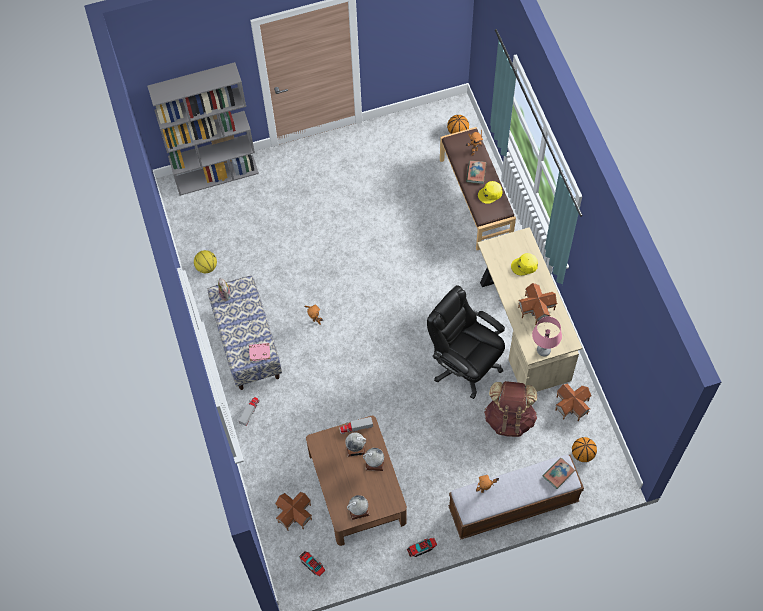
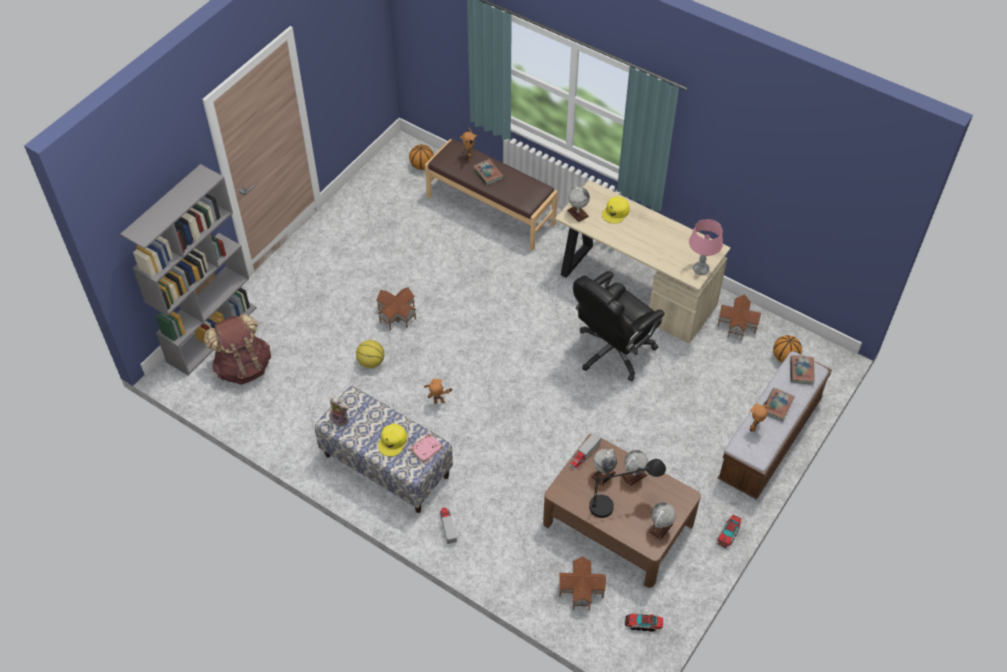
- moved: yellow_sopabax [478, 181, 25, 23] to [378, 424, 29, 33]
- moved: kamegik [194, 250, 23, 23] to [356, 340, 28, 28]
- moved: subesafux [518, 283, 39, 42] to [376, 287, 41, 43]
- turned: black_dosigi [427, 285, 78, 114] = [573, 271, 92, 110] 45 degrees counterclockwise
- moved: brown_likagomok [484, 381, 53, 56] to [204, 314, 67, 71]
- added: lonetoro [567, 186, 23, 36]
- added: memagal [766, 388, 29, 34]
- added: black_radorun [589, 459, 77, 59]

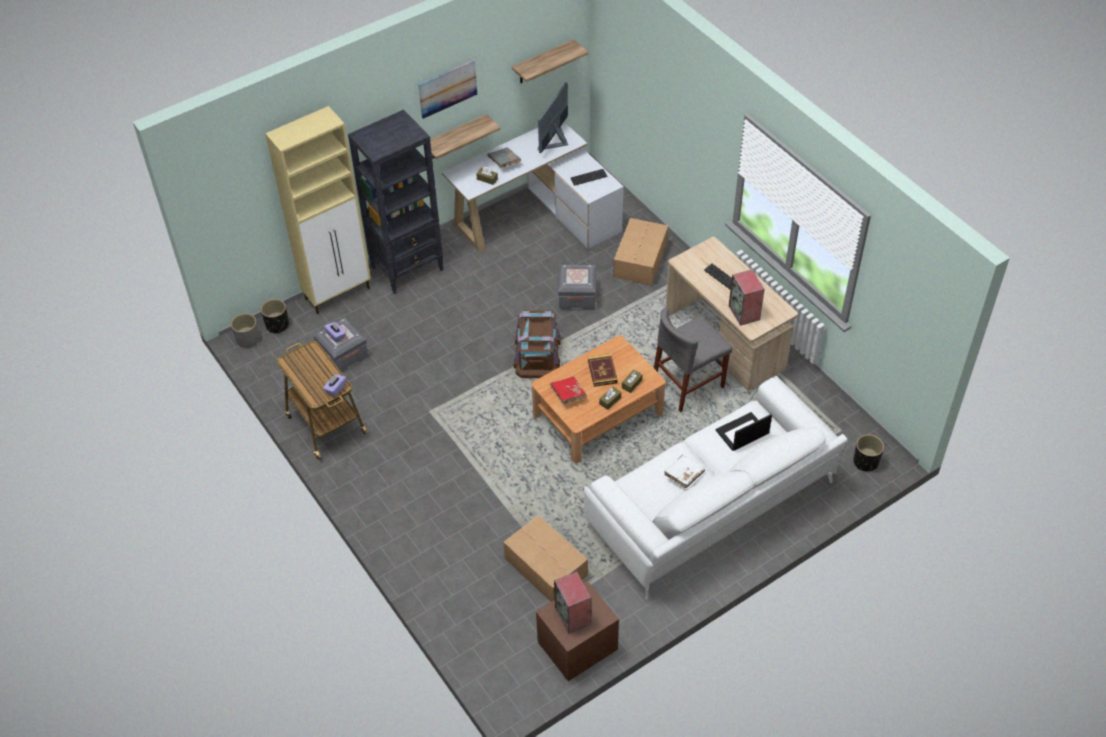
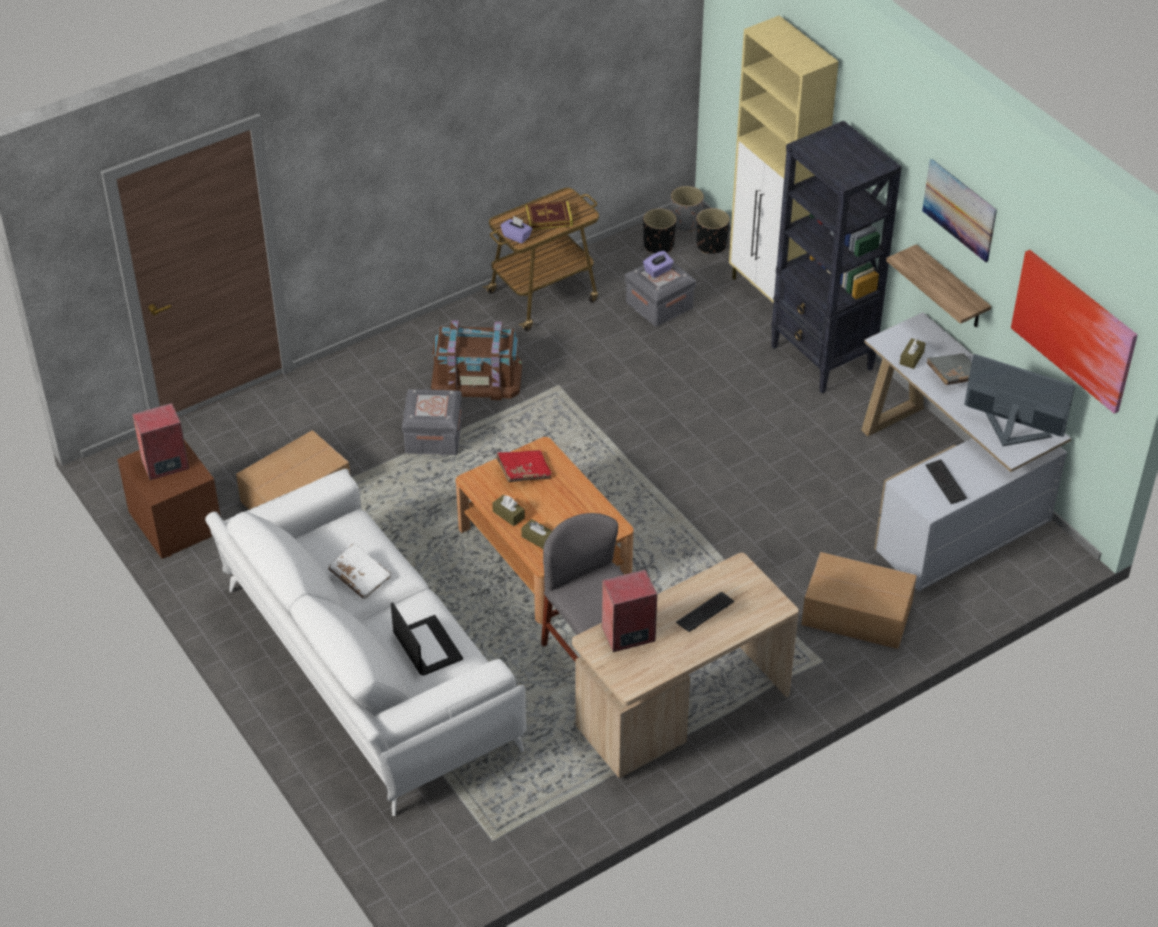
- replaced: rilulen [512, 39, 76, 44] to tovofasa [1011, 250, 126, 164]
- moved: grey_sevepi [558, 265, 38, 44] to [402, 389, 60, 66]
- moved: brown_sevepi [514, 310, 47, 68] to [431, 320, 91, 80]
- moved: memagal [588, 354, 30, 33] to [525, 201, 48, 29]
- moved: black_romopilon [853, 434, 31, 37] to [643, 208, 33, 45]

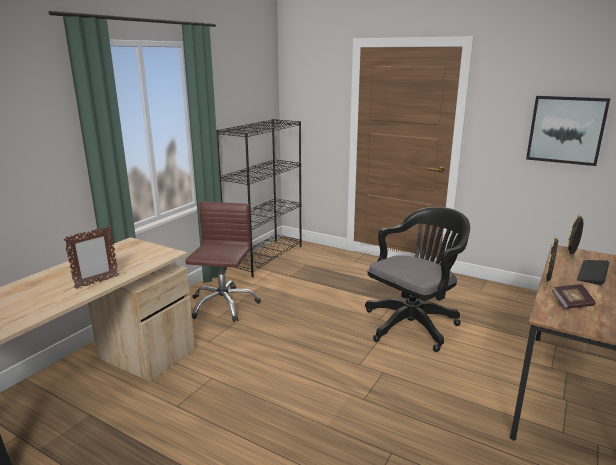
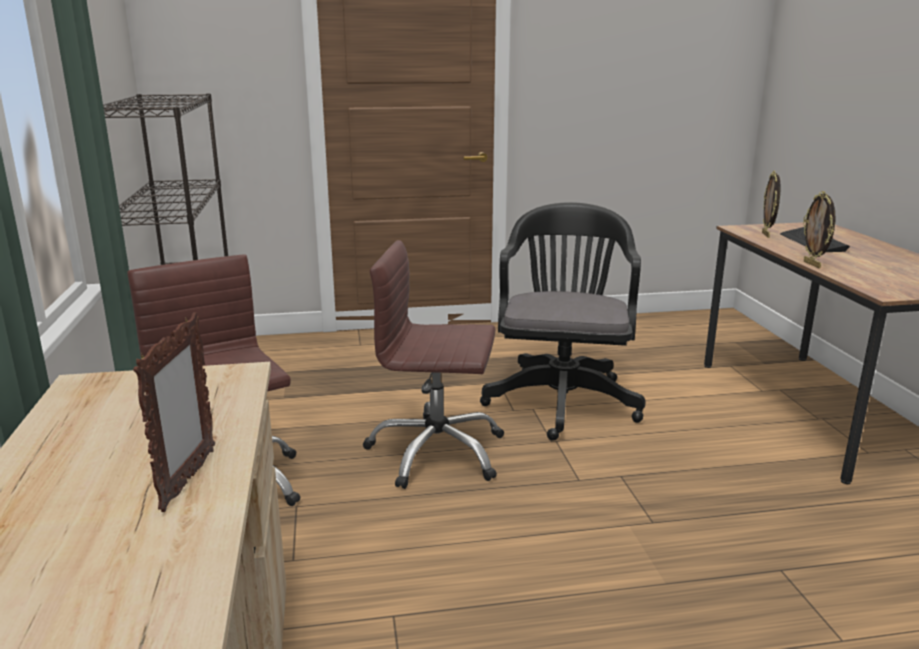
- removed: tovofasa [526, 96, 84, 70]
- removed: memagal [552, 284, 44, 25]
- added: brown_dosigi [363, 240, 141, 249]

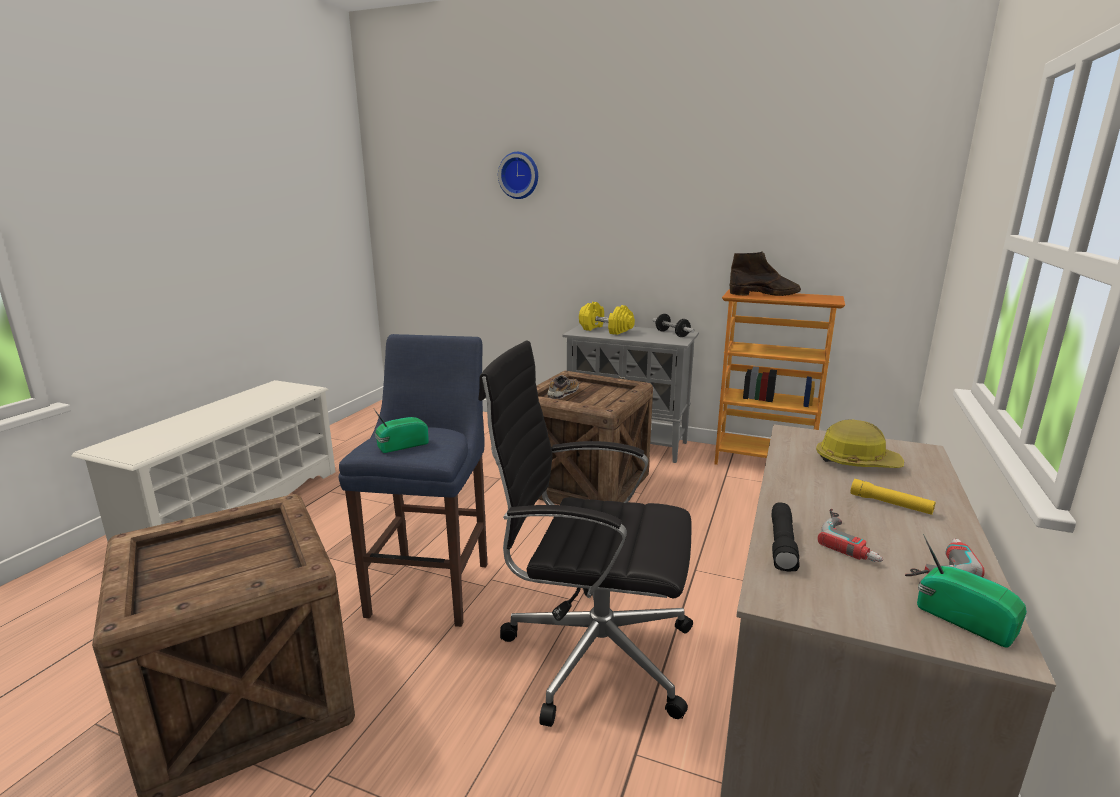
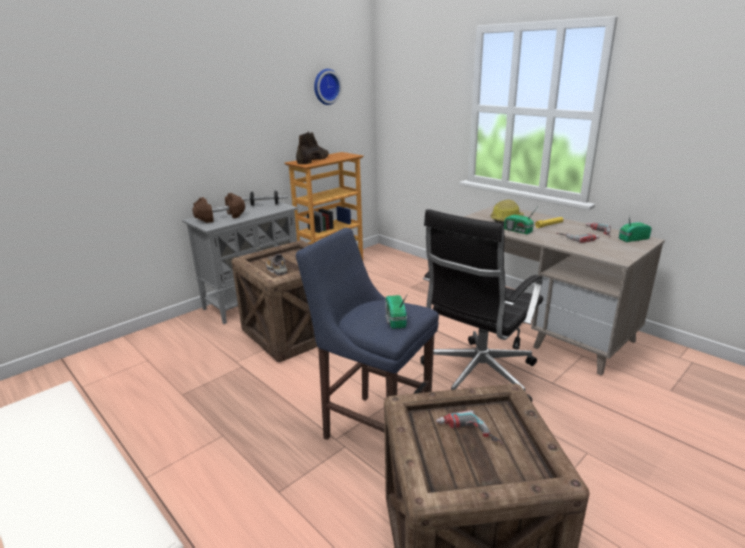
- moved: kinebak [498, 152, 40, 47] to [314, 69, 28, 36]
- recoloured: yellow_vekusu [579, 302, 56, 33] to brown_vekusu [192, 193, 53, 30]
- removed: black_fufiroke [772, 503, 28, 69]
- added: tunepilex [504, 208, 33, 26]
- added: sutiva [436, 410, 67, 35]

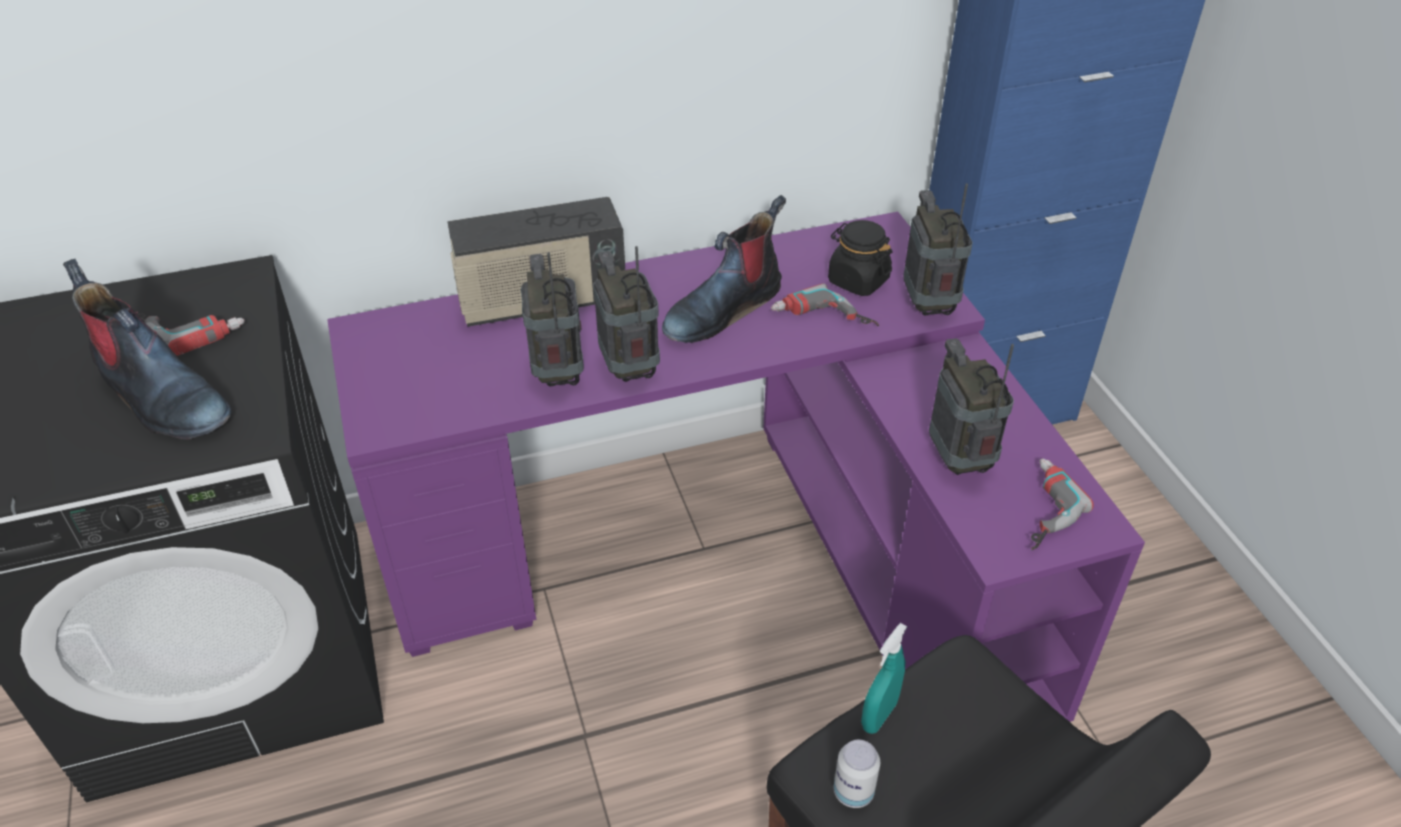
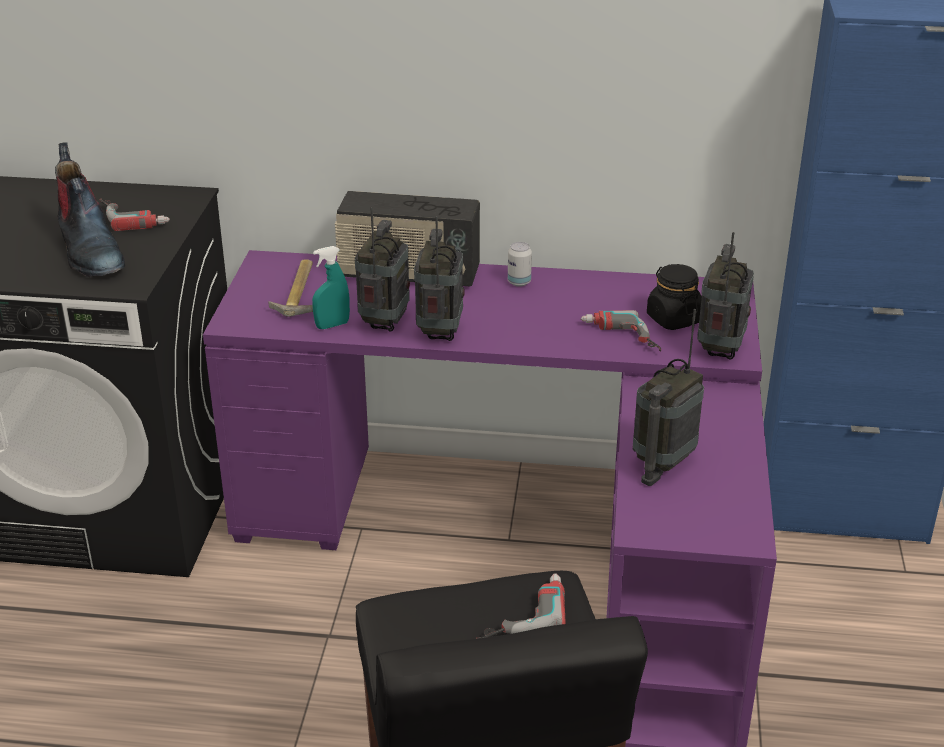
- removed: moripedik [662, 195, 124, 148]
- turned: tunepilex [929, 338, 85, 137] = [633, 309, 71, 177] 150 degrees counterclockwise
- moved: sutiva [1031, 459, 62, 91] to [476, 573, 90, 66]
- moved: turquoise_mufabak [861, 623, 46, 111] to [312, 246, 38, 83]
- moved: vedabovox [834, 740, 46, 68] to [508, 242, 24, 45]
- added: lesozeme [269, 259, 44, 58]

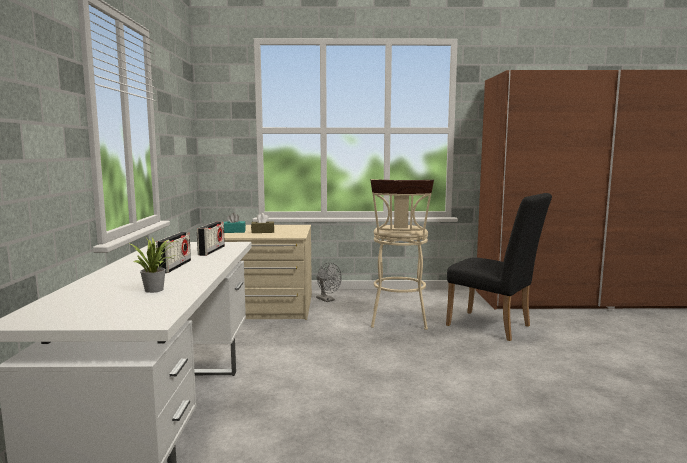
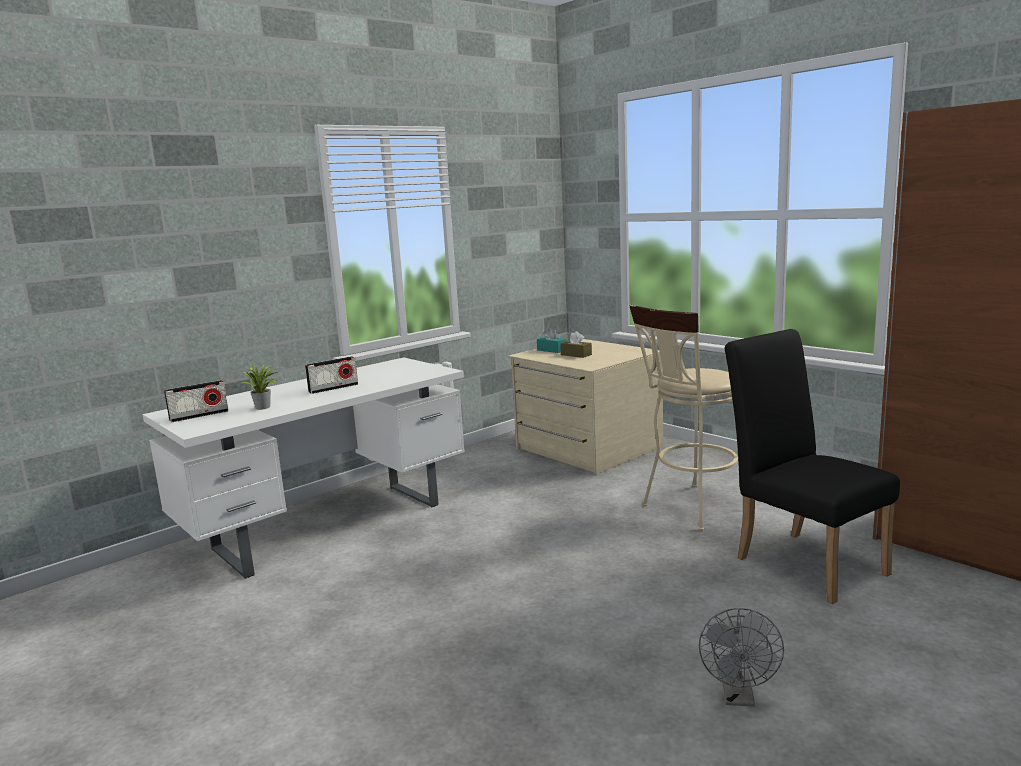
- turned: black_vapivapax [446, 193, 106, 148] = [724, 329, 176, 275] 150 degrees clockwise
- moved: tunepilex [197, 221, 28, 35] to [164, 380, 64, 42]
- moved: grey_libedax [316, 263, 26, 39] to [699, 608, 85, 99]

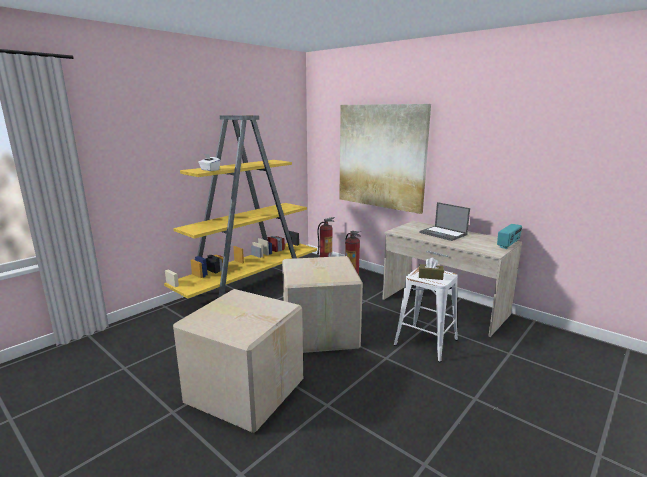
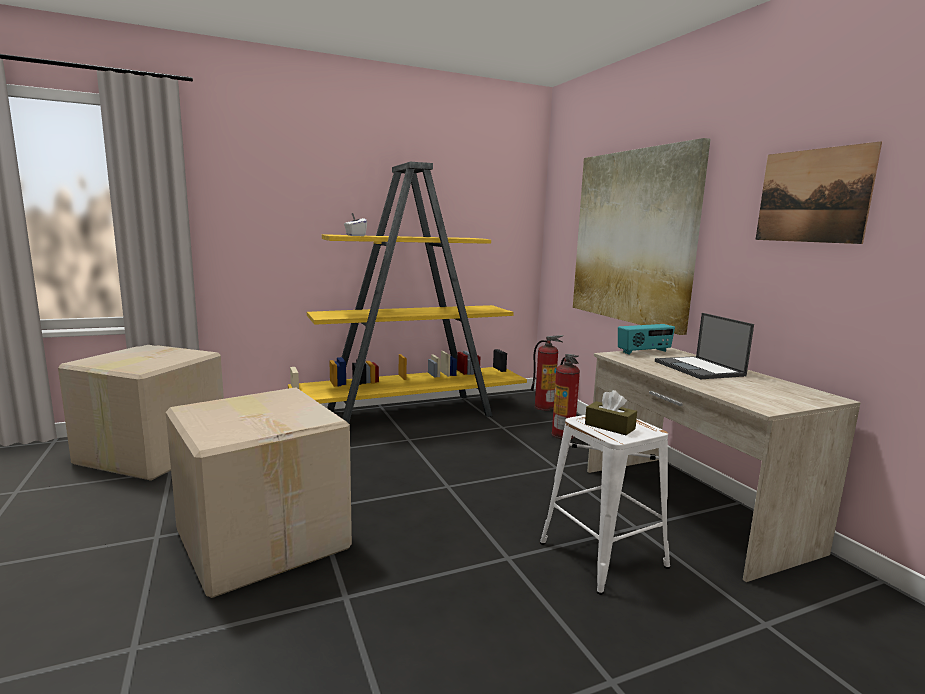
- moved: tunepilex [497, 224, 25, 25] to [618, 324, 57, 31]
- moved: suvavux [282, 256, 81, 97] to [58, 345, 166, 136]
- added: tovofasa [756, 141, 126, 103]

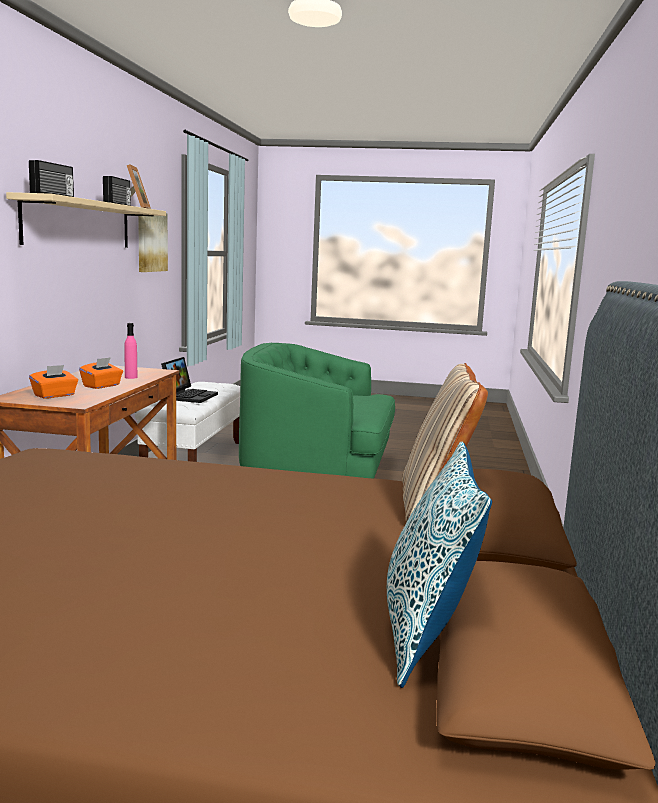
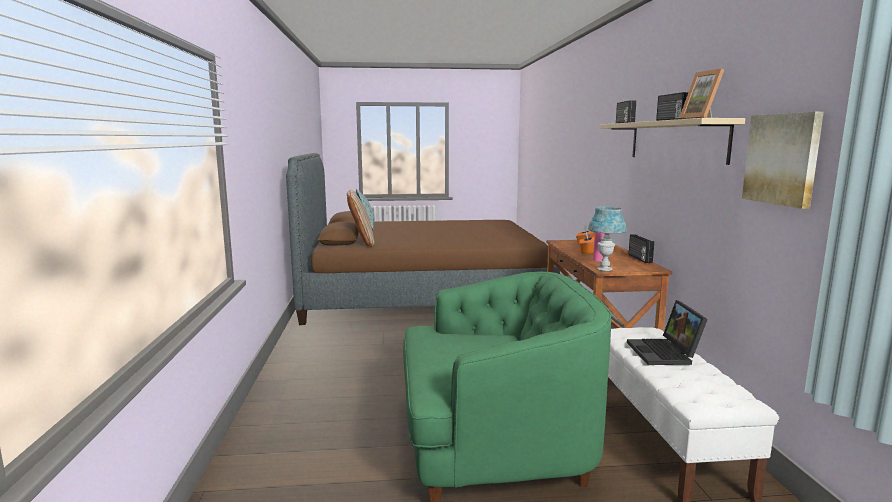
- added: blue_radorun [588, 207, 39, 64]
- added: tunepilex [629, 234, 25, 29]

